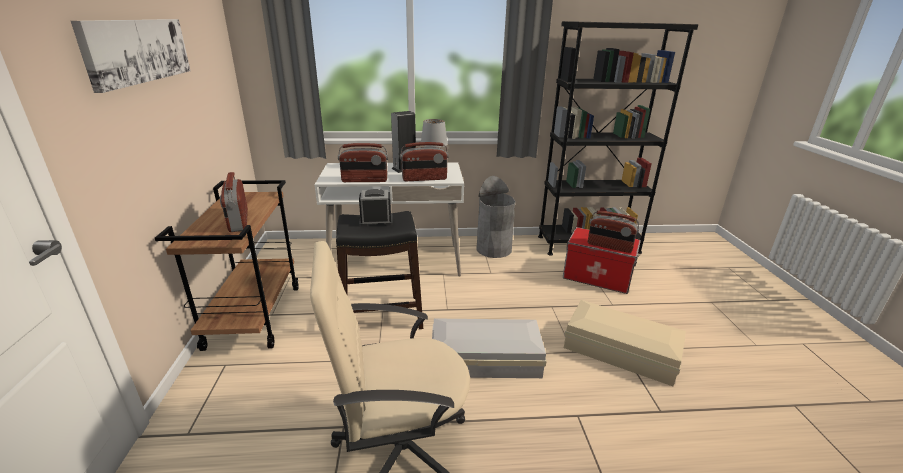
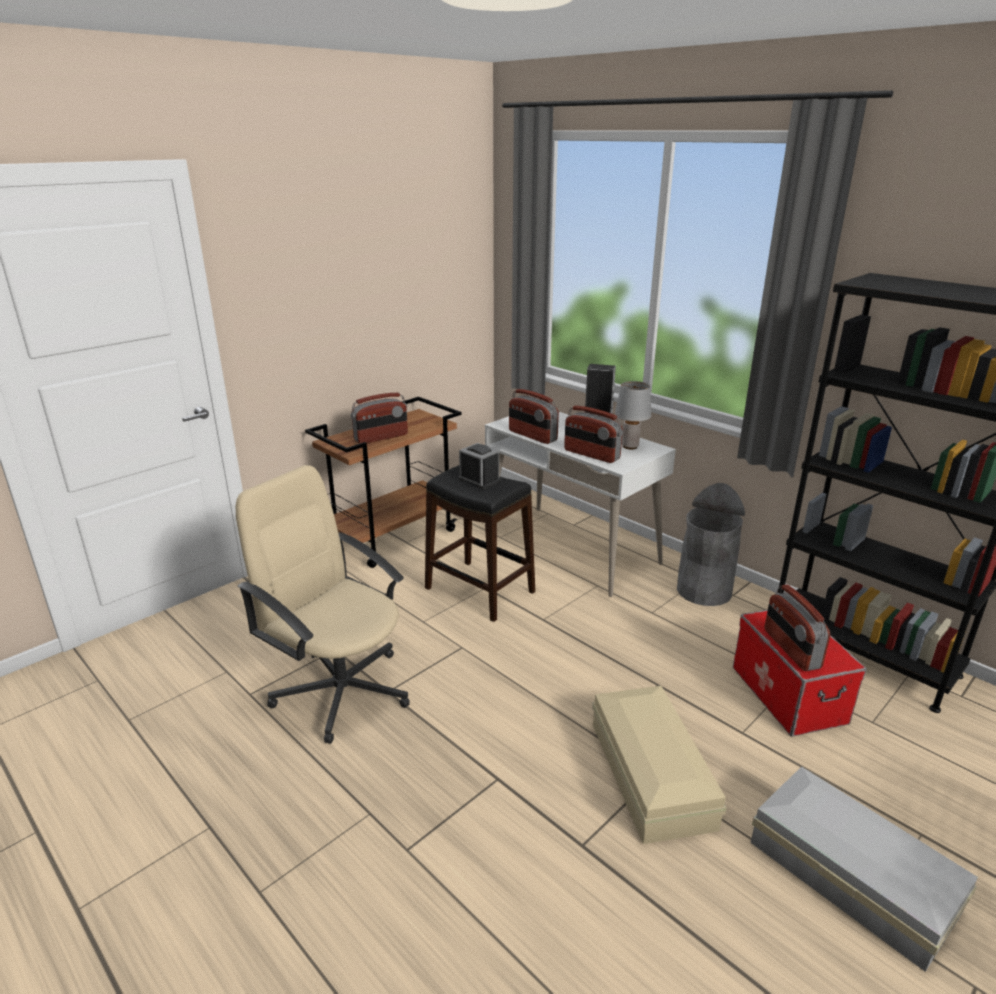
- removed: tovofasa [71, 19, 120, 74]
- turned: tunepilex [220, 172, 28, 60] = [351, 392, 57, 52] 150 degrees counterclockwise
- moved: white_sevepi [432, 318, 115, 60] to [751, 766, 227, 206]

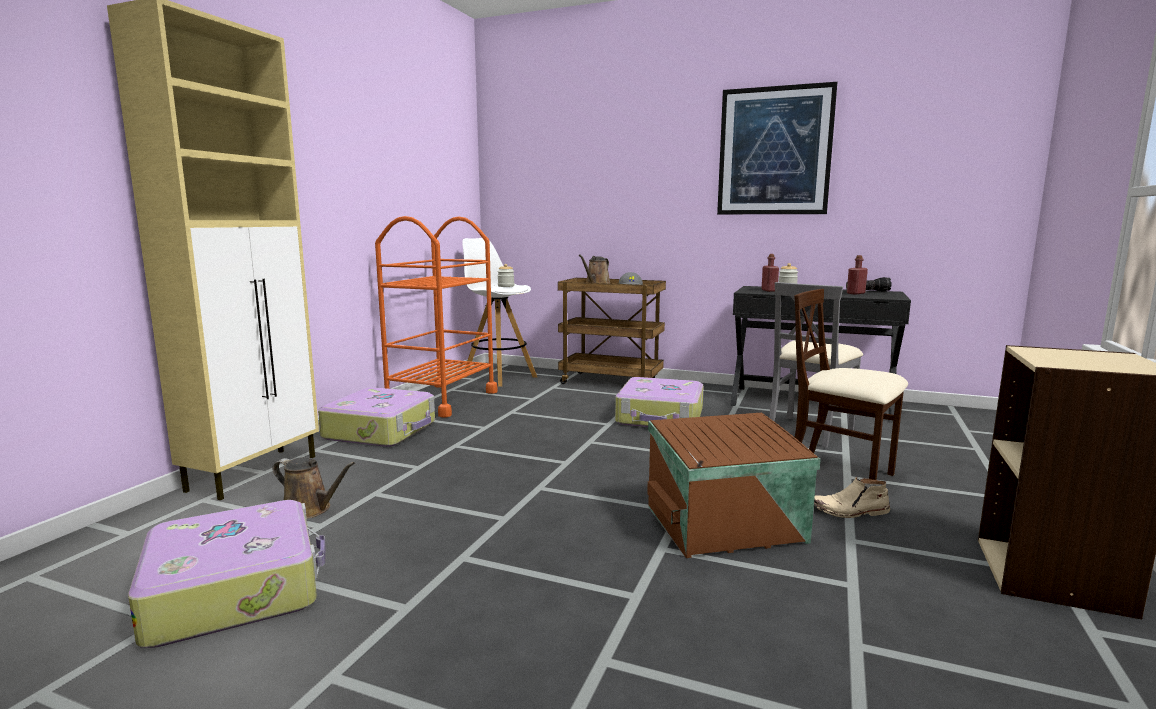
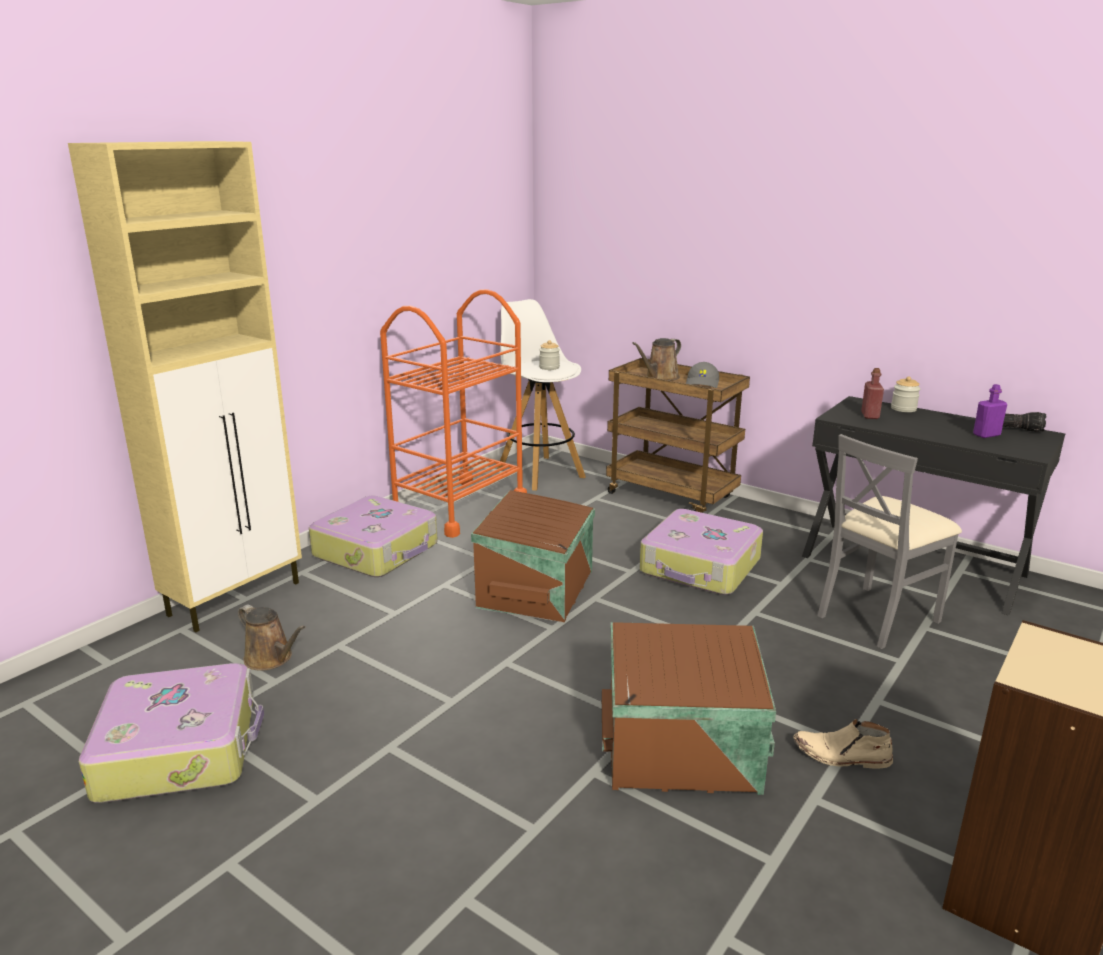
- removed: tovofasa [717, 82, 120, 132]
- recoloured: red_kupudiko [847, 255, 21, 40] to purple_kupudiko [973, 384, 34, 54]
- removed: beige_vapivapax [794, 289, 114, 191]
- added: brown_sevepi [471, 490, 124, 132]

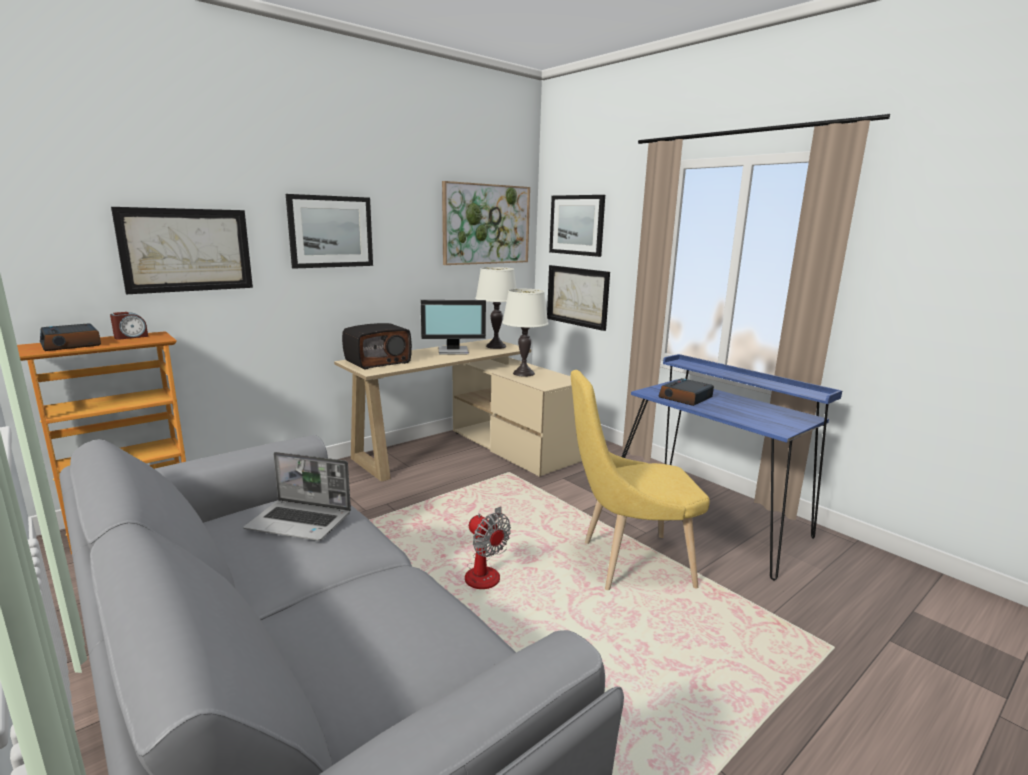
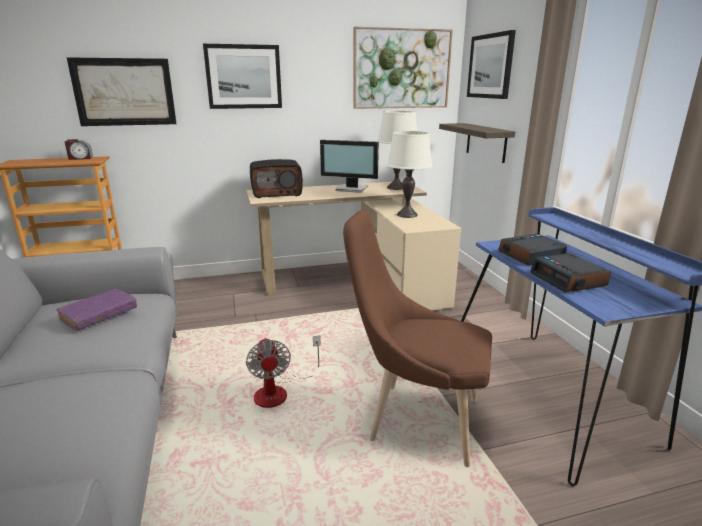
- replaced: tovofasa [547, 265, 63, 66] to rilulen [439, 123, 76, 40]
- moved: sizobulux [40, 323, 61, 28] to [530, 253, 81, 39]
- recoloured: yellow_vapivapax [571, 370, 139, 220] to brown_vapivapax [343, 210, 149, 257]
- replaced: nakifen [243, 452, 108, 89] to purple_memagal [56, 289, 81, 41]

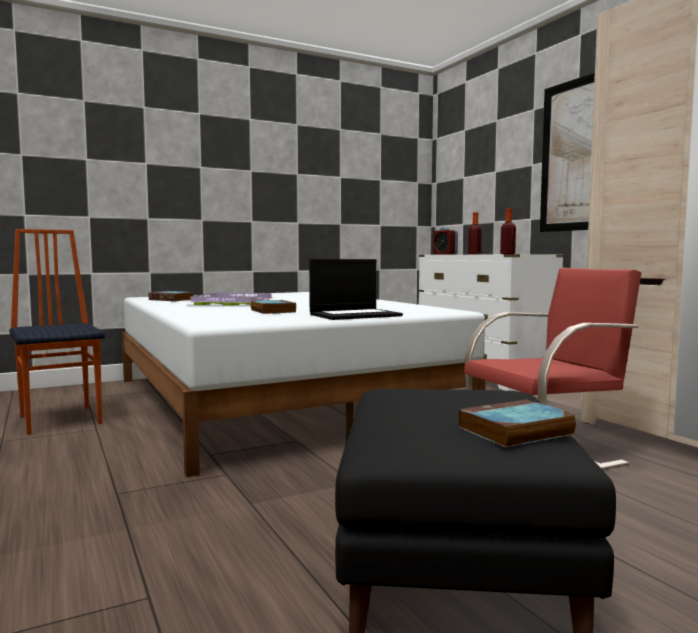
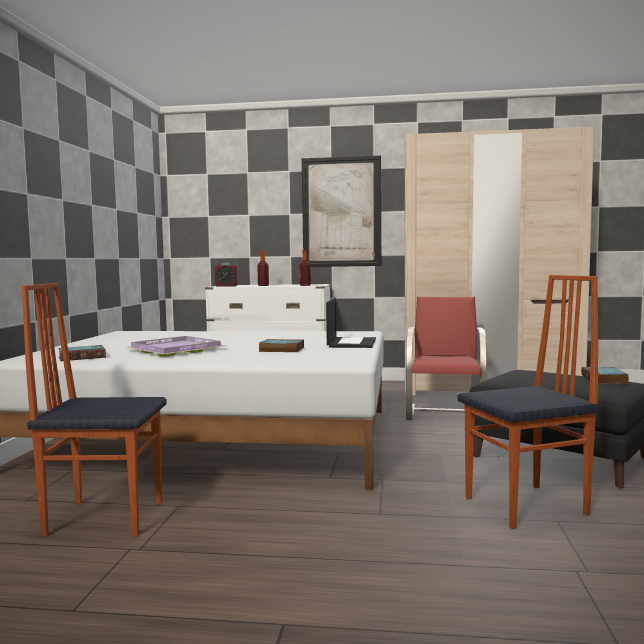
- added: vapivapax [458, 275, 143, 254]

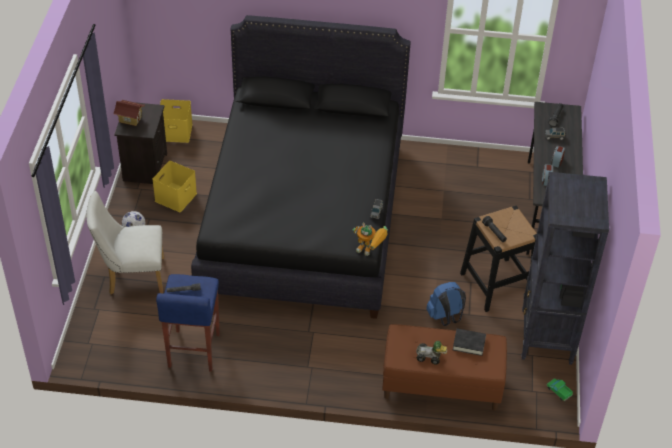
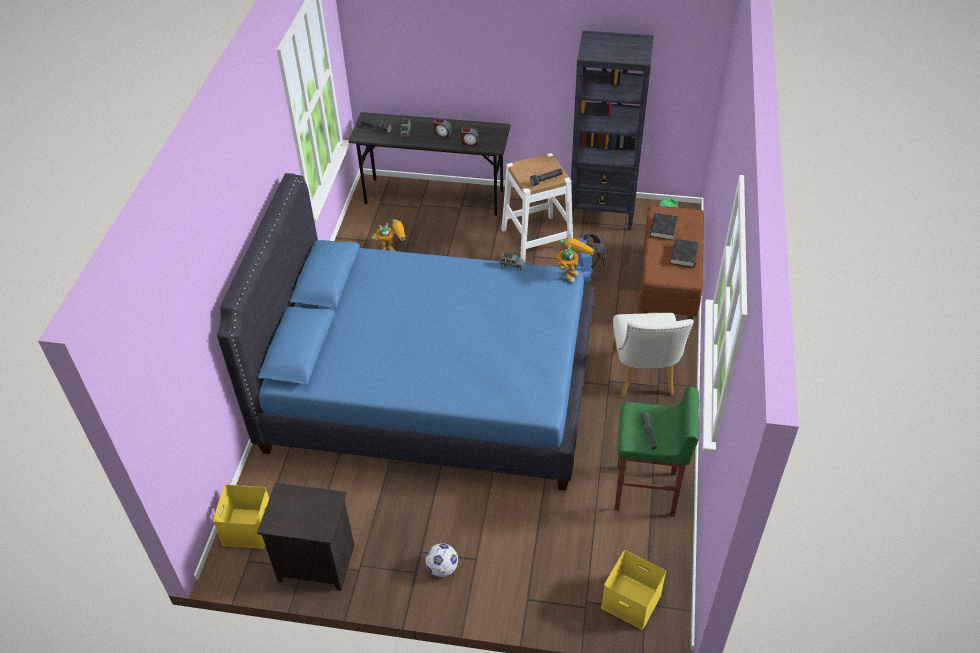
- recoloured: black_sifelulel [191, 15, 220, 304] to blue_sifelulel [217, 173, 377, 318]
- removed: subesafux [113, 100, 32, 26]
- moved: yellow_sevepi [152, 161, 45, 51] to [601, 550, 65, 80]
- moved: white_vapivapax [86, 191, 78, 103] to [612, 313, 82, 84]
- recoloured: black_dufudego [460, 206, 77, 106] to white_dufudego [501, 153, 72, 110]
- recoloured: blue_dufudego [156, 274, 64, 98] to green_dufudego [614, 386, 85, 131]
- replaced: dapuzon [416, 341, 31, 24] to black_memagal [670, 239, 29, 29]
- added: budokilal [372, 219, 34, 32]

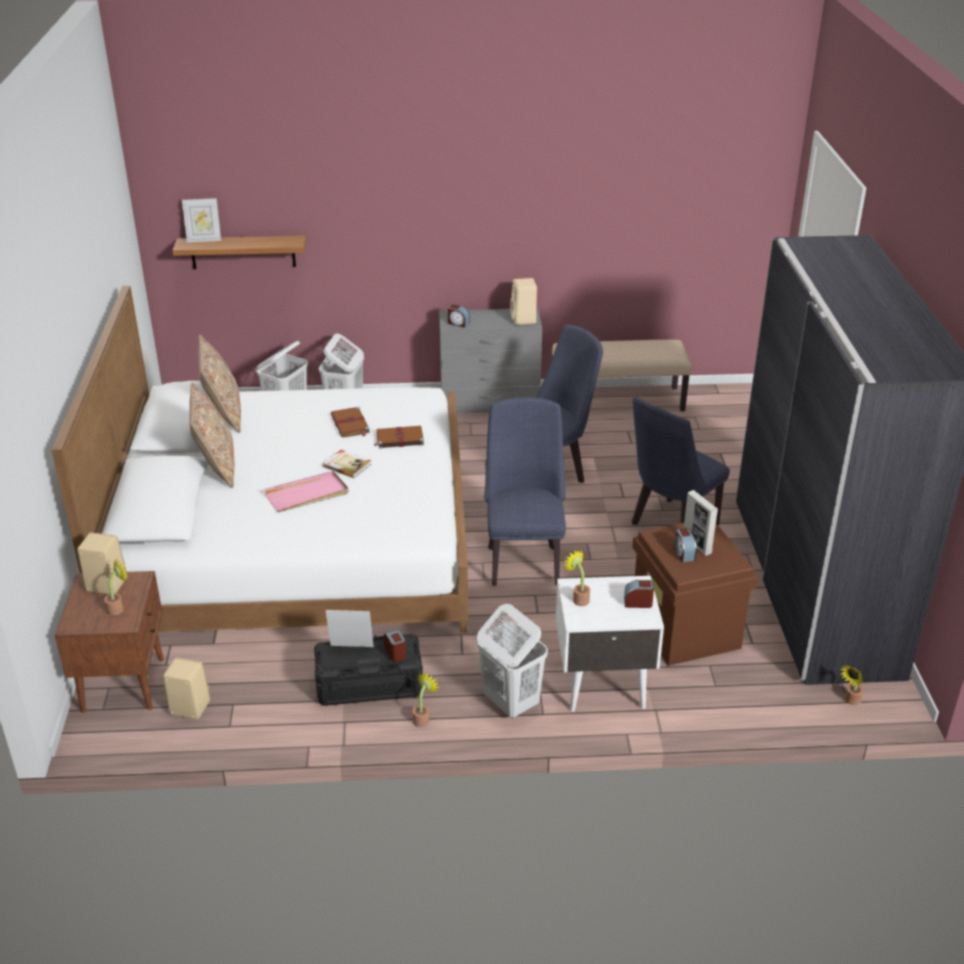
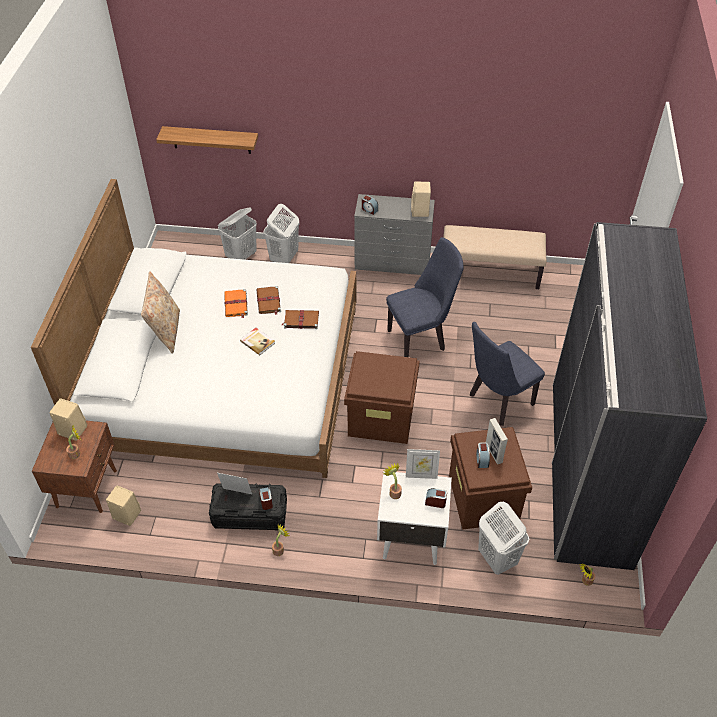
- moved: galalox [182, 198, 39, 44] to [406, 449, 34, 30]
- removed: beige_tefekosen [198, 335, 43, 98]
- replaced: blue_vapivapax [484, 397, 82, 189] to brown_sevepi [344, 351, 76, 93]
- removed: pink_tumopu [264, 471, 85, 41]
- moved: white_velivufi [477, 604, 71, 114] to [478, 502, 51, 73]
- added: orange_memagal [224, 289, 24, 29]

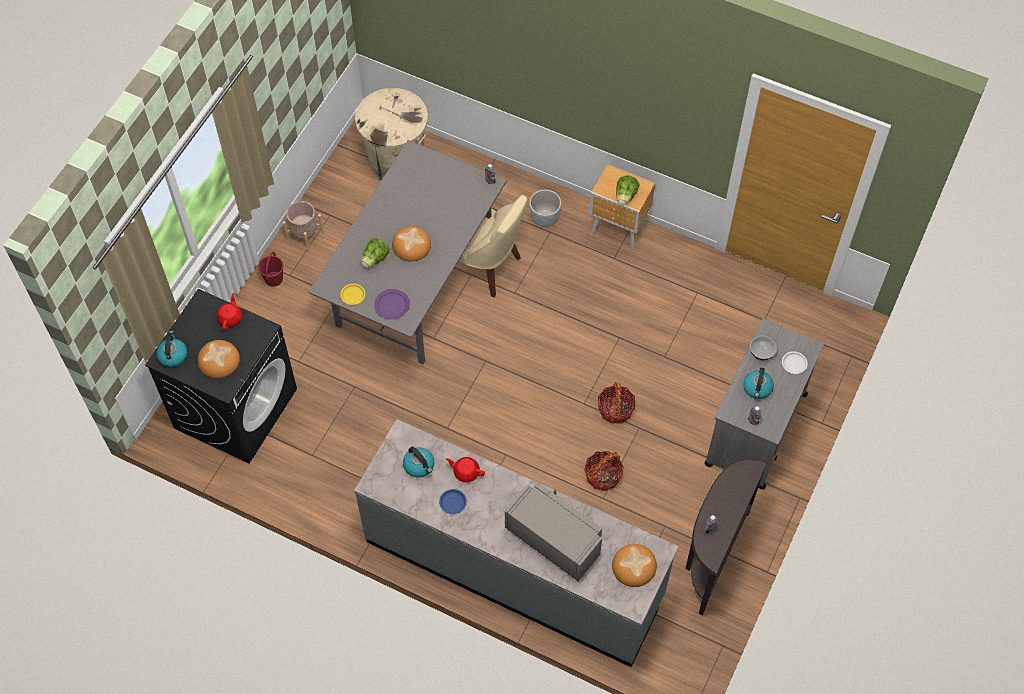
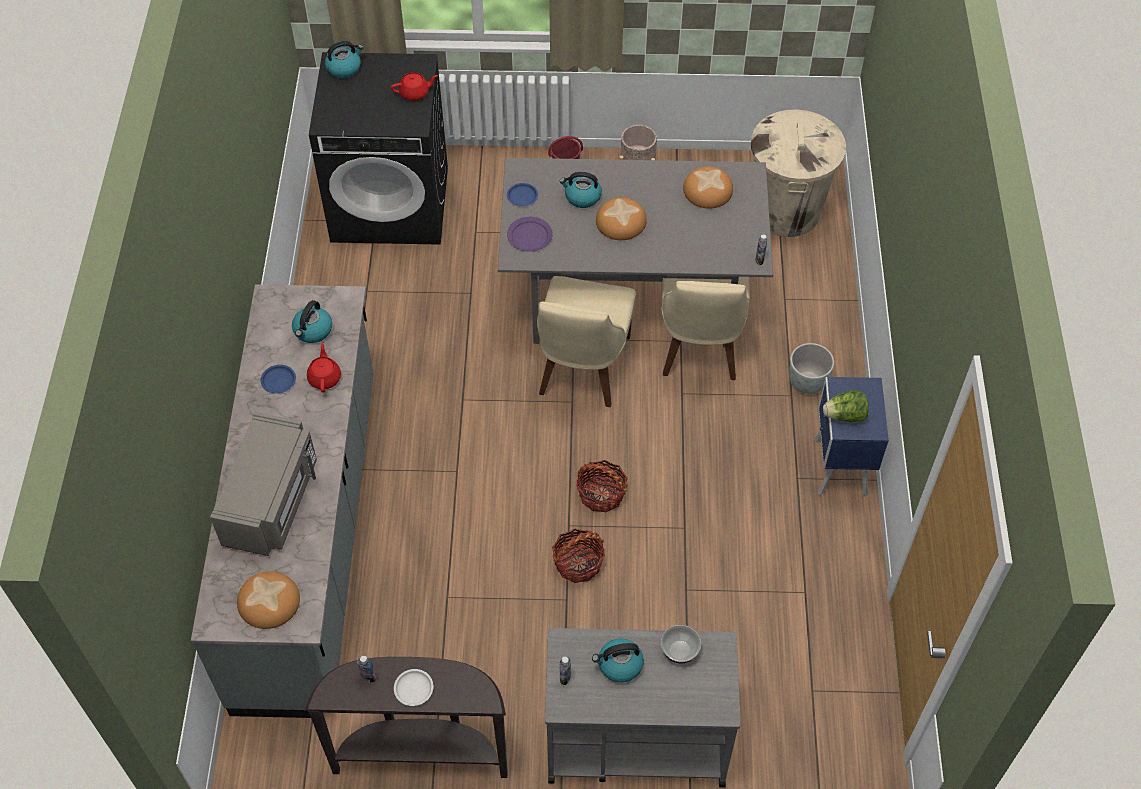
- recoloured: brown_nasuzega [589, 164, 66, 88] to blue_nasuzega [814, 377, 75, 119]
- replaced: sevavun [361, 238, 29, 30] to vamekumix [560, 172, 42, 36]
- recoloured: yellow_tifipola [340, 284, 25, 21] to blue_tifipola [507, 183, 31, 24]
- moved: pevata [197, 340, 43, 38] to [683, 166, 50, 43]
- moved: white_tifipola [782, 351, 26, 23] to [394, 669, 39, 37]
- moved: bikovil [584, 451, 40, 40] to [576, 460, 51, 53]
- added: beige_vapivapax [537, 276, 99, 131]

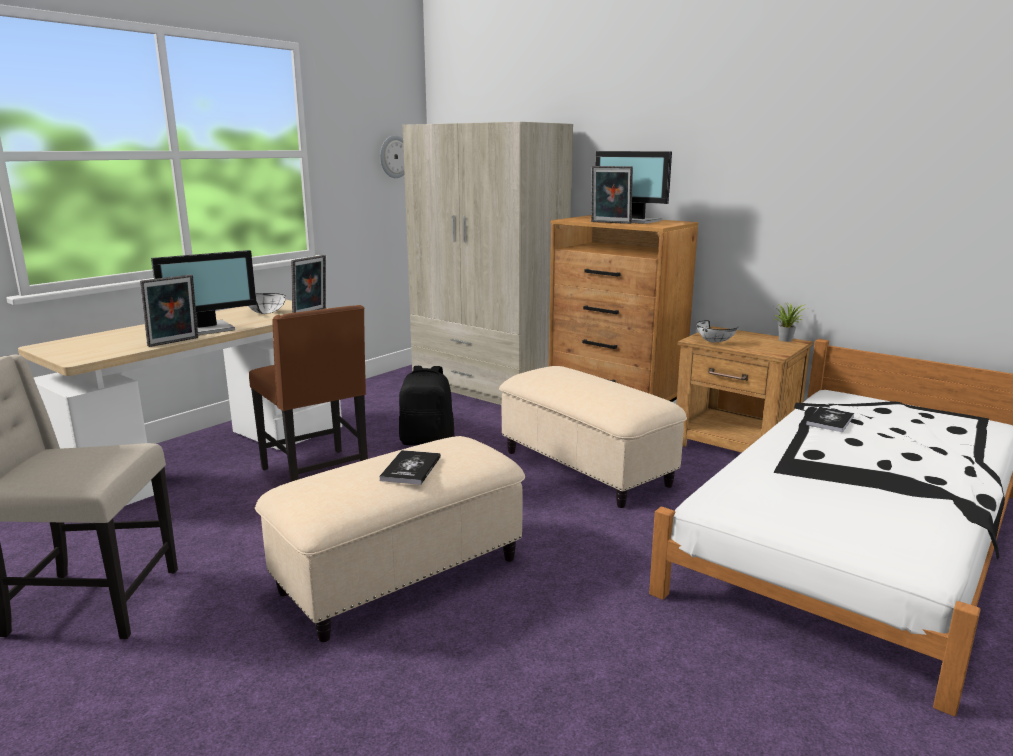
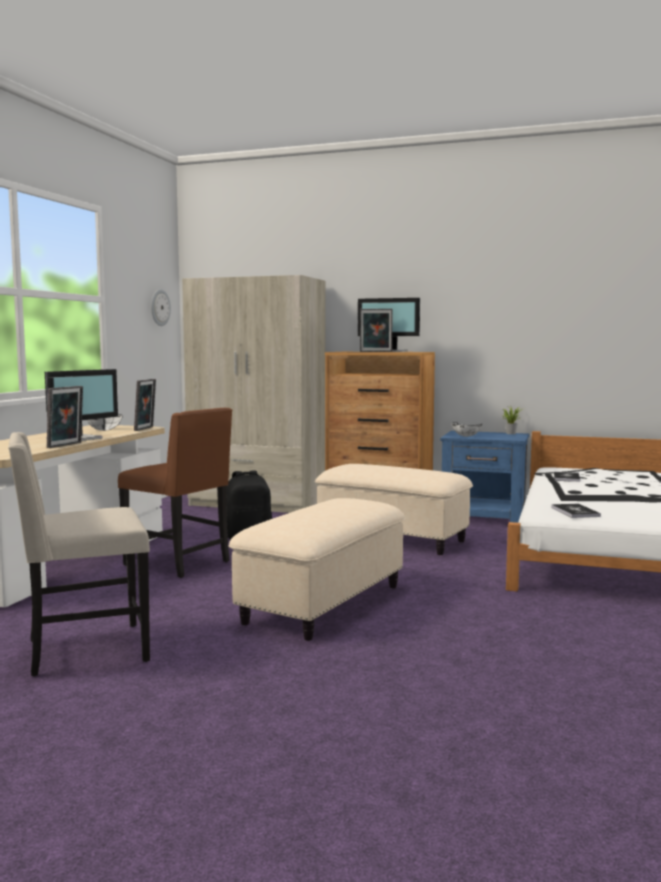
- recoloured: brown_nasuzega [676, 326, 137, 127] to blue_nasuzega [440, 431, 89, 92]
- moved: memagal [379, 450, 62, 35] to [551, 504, 50, 14]

